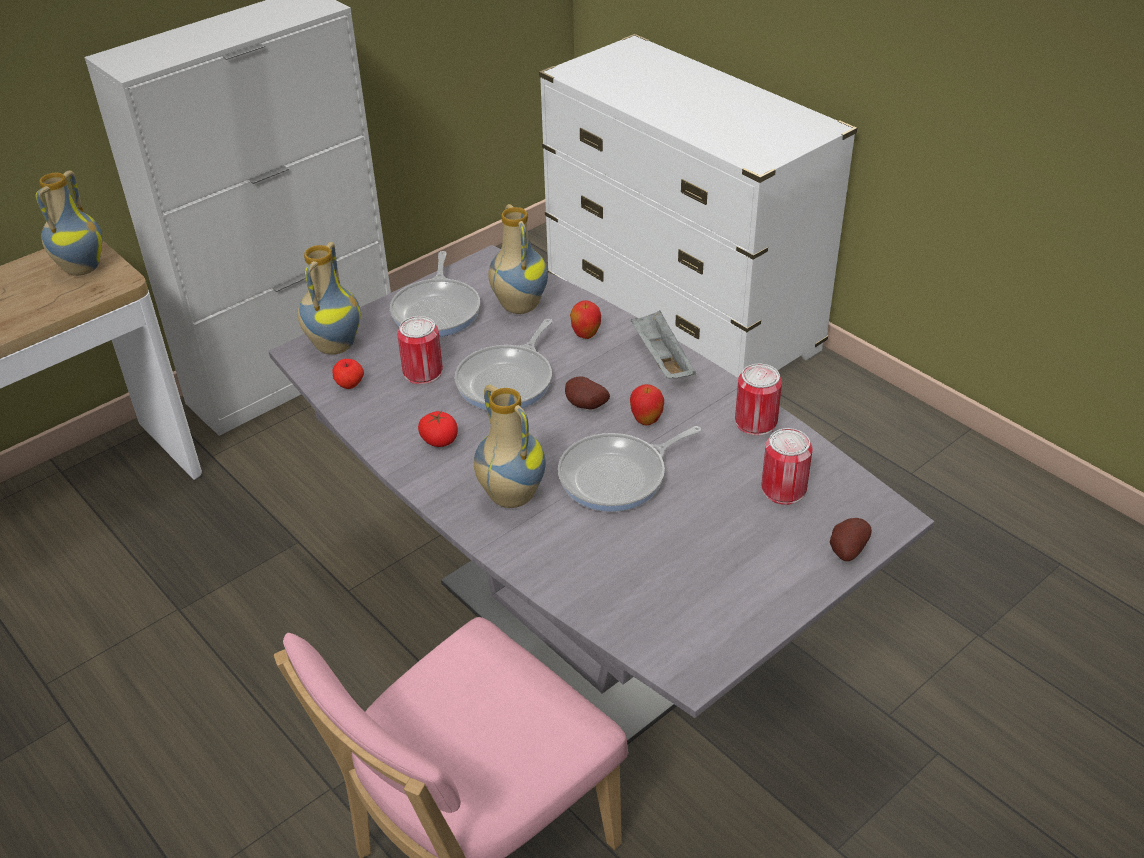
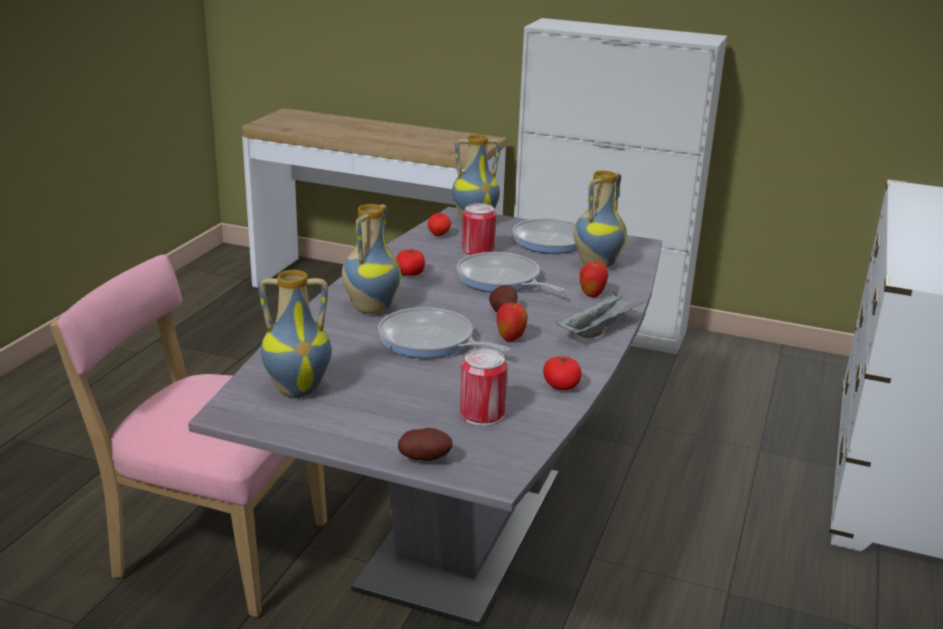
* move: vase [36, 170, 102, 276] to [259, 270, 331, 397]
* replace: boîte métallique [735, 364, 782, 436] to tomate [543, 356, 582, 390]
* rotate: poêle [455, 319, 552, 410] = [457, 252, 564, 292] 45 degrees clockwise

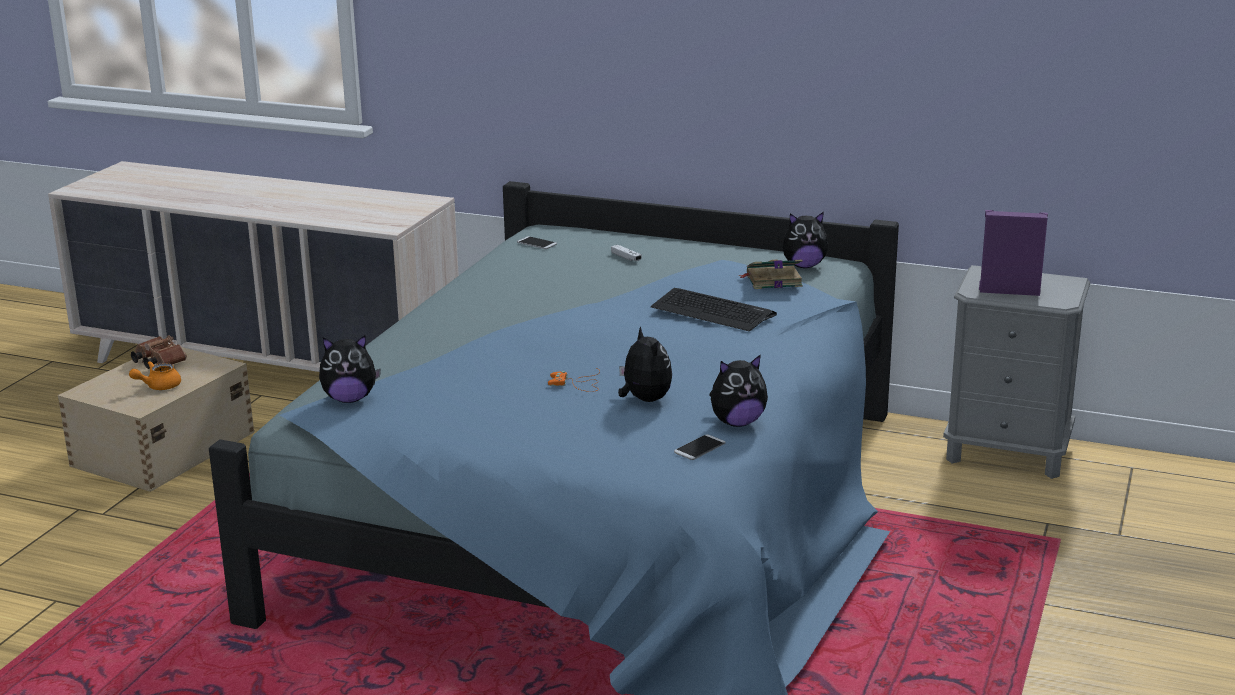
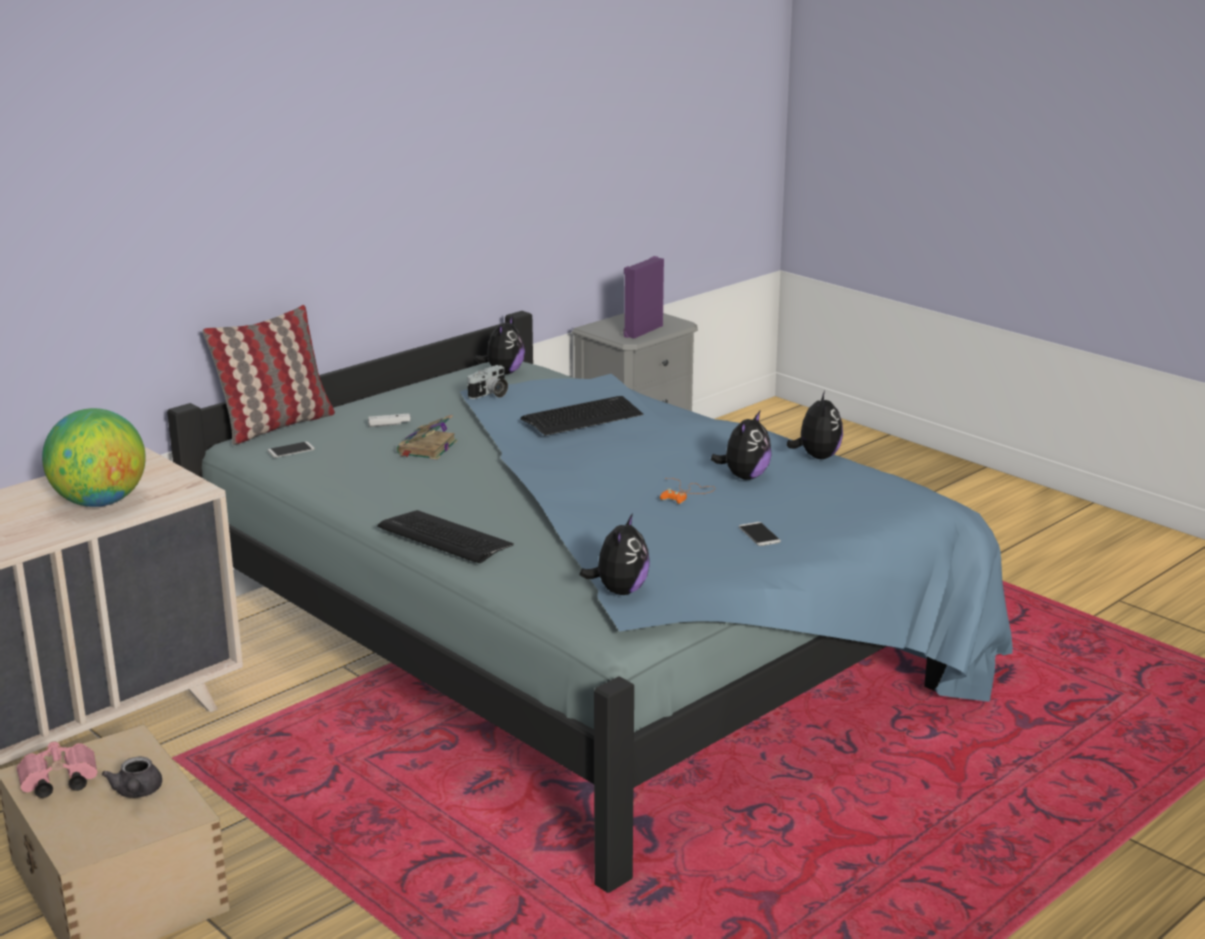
* insert: globe [42, 408, 146, 507]
* insert: coussin [203, 305, 335, 445]
* insert: clavier [377, 510, 514, 563]
* insert: appareil photo [467, 365, 508, 399]
* move: téléphone [674, 434, 725, 460] to [739, 522, 781, 546]
* move: livre [738, 259, 803, 289] to [397, 415, 457, 460]
* recolor: théière [orange] [129, 361, 181, 390] to théière [gris] [102, 757, 162, 798]
* recolor: jumelles [marron] [131, 335, 187, 369] to jumelles [rose] [17, 742, 98, 798]
* rotate: peluche [618, 326, 672, 402] = [711, 411, 772, 480] 120 degrees clockwise

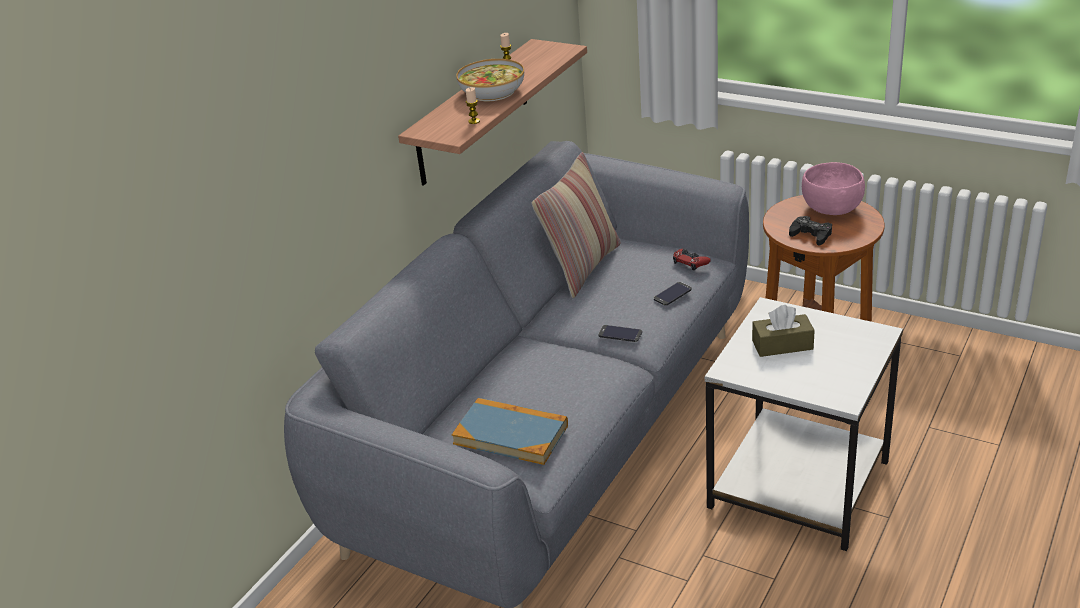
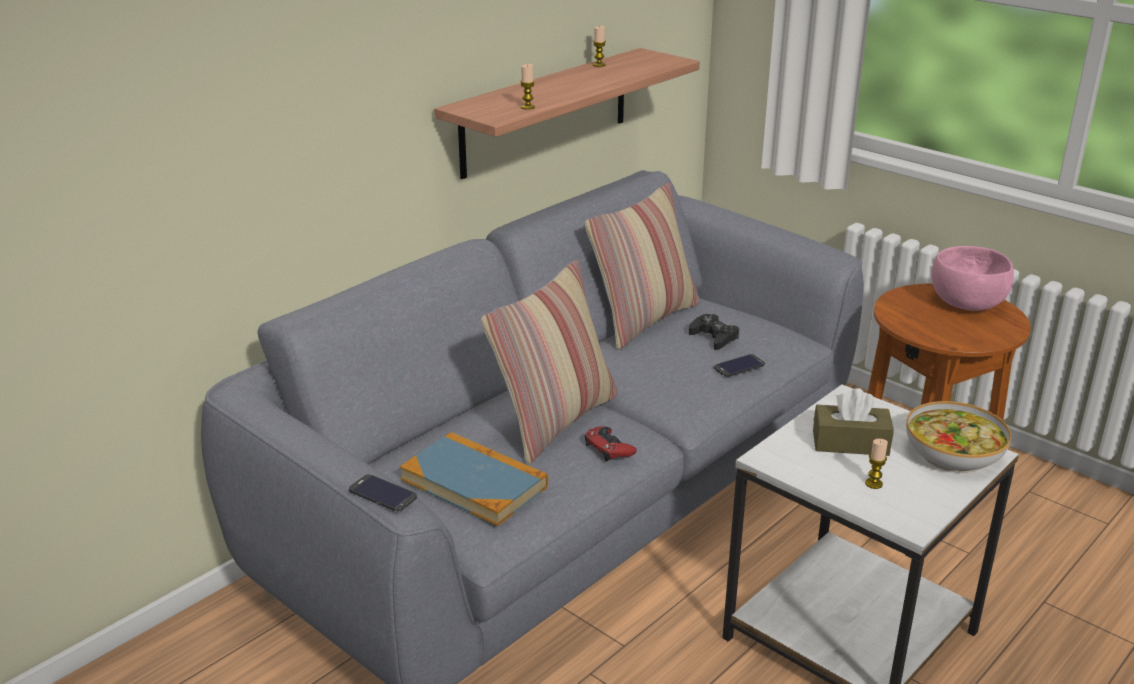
* insert: coussin [481, 259, 618, 464]
* insert: bougie [865, 439, 888, 489]
* move: bol [456, 59, 524, 101] to [906, 401, 1011, 473]
* move: téléphone [598, 325, 642, 342] to [349, 474, 417, 512]
* move: manette [rouge] [673, 249, 711, 271] to [585, 426, 637, 461]
* move: manette [noir] [789, 216, 832, 245] to [689, 314, 739, 350]

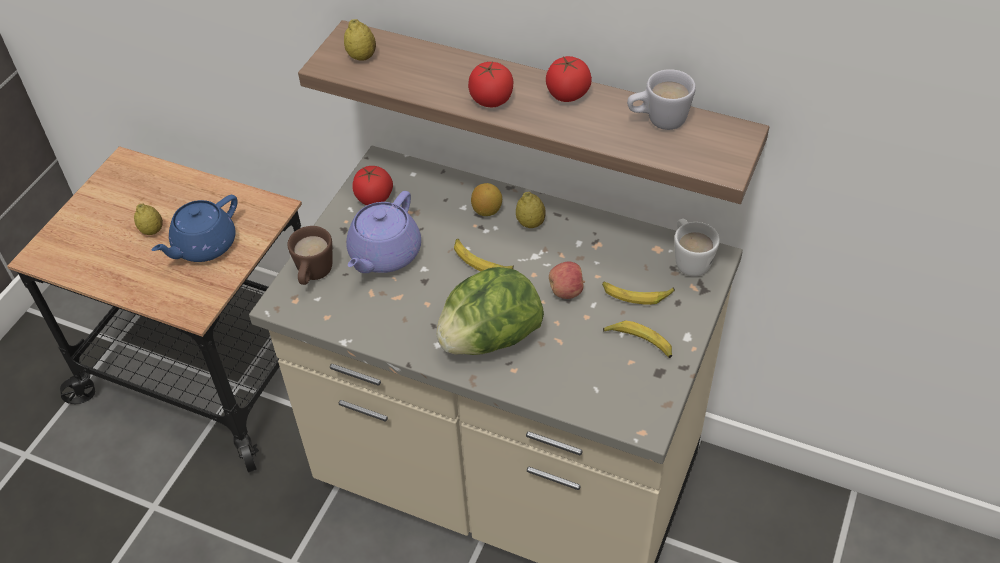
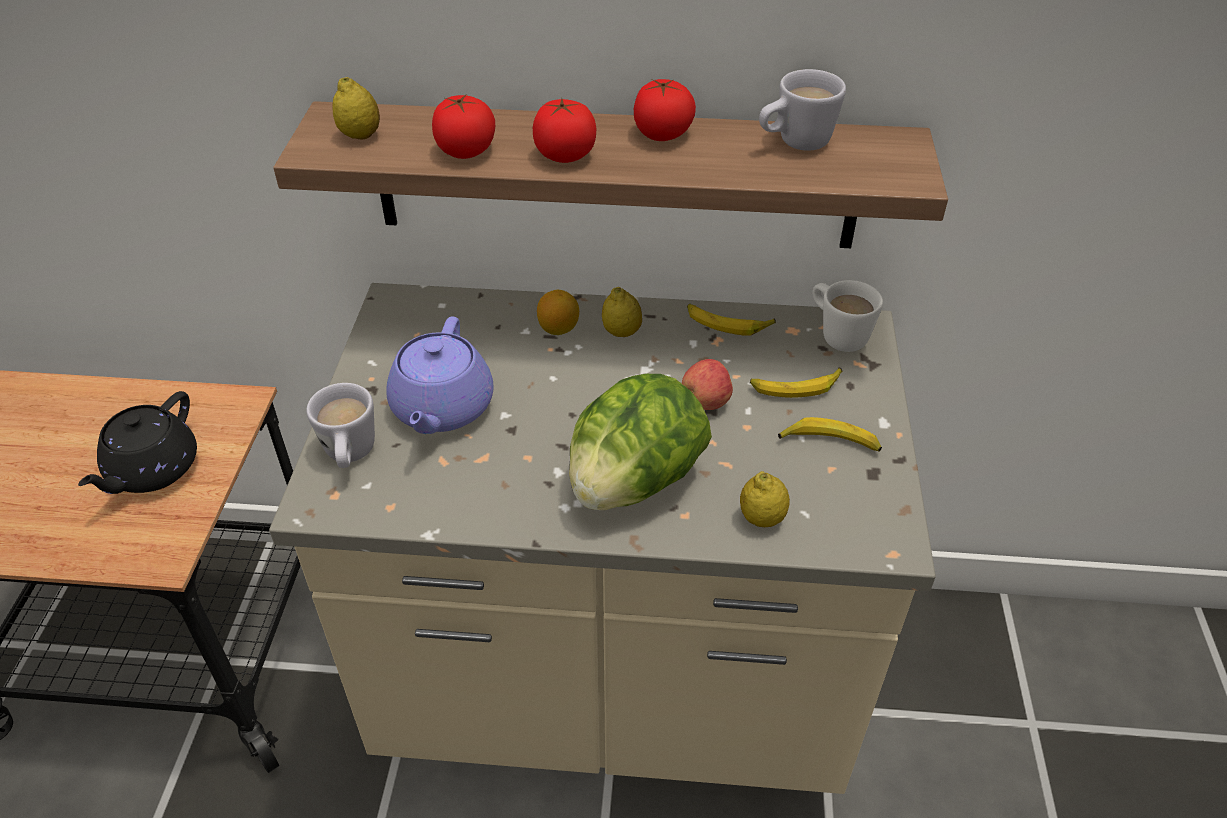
* move: citron [134, 203, 163, 235] to [740, 471, 790, 527]
* move: tomate [352, 166, 393, 205] to [432, 94, 495, 159]
* move: banane [454, 239, 514, 271] to [687, 304, 776, 335]
* recolor: théière [bleu] [152, 195, 237, 262] to théière [noir] [78, 391, 197, 494]
* recolor: mug [marron] [287, 226, 332, 285] to mug [blanc] [306, 383, 375, 468]

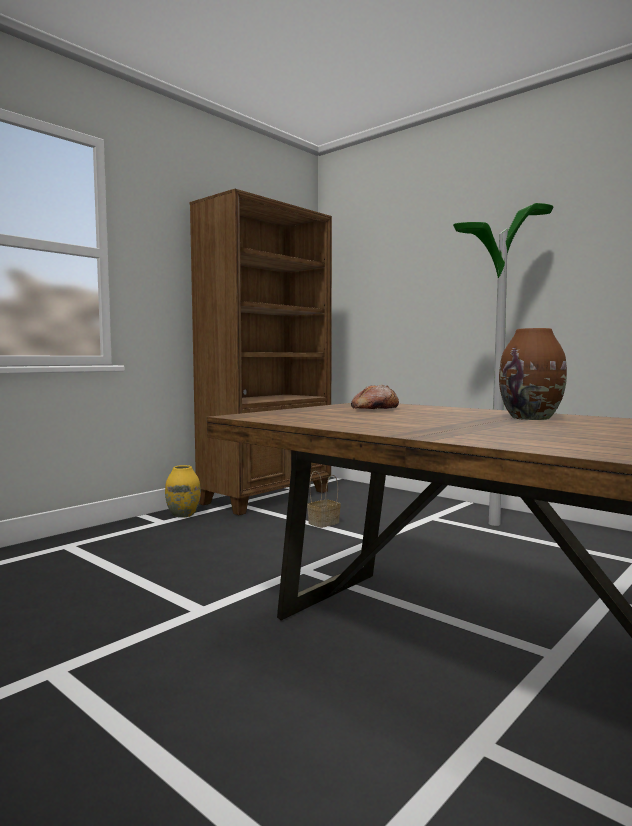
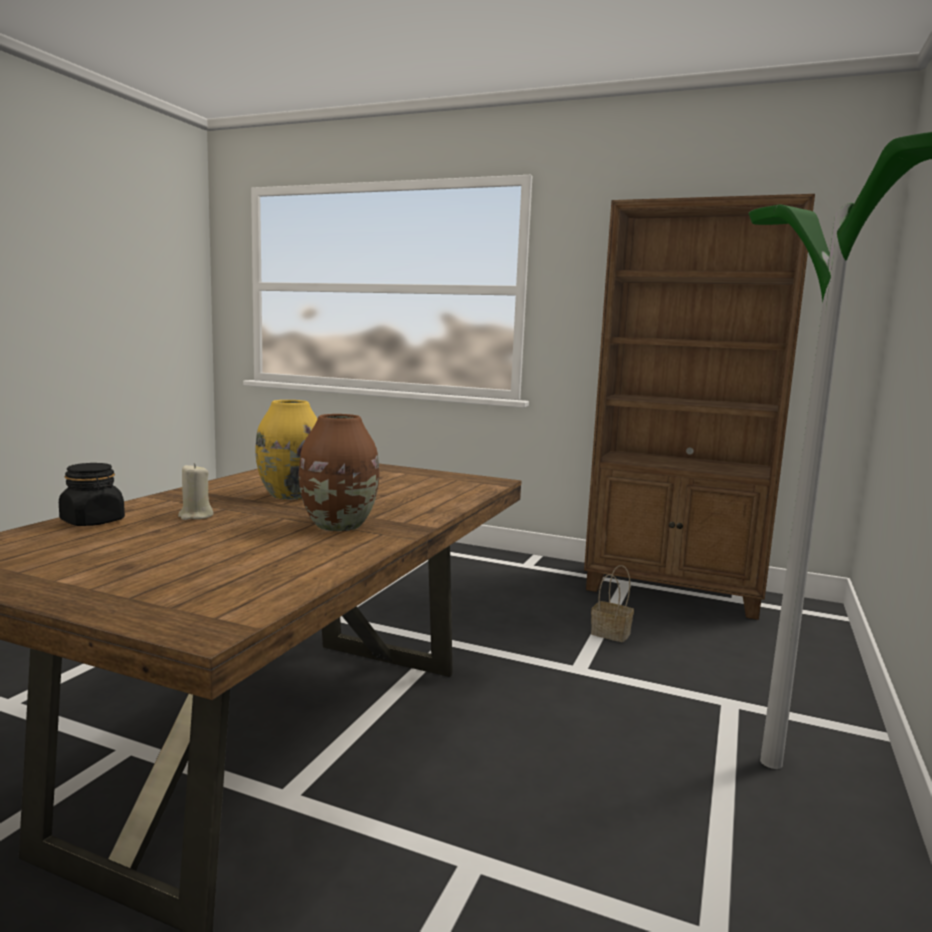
* delete: pain [351, 384, 399, 409]
* insert: bocal [noir] [59, 463, 125, 526]
* insert: bougie [beige] [178, 463, 213, 520]
* move: vase [jaune] [165, 465, 201, 518] to [256, 400, 317, 500]

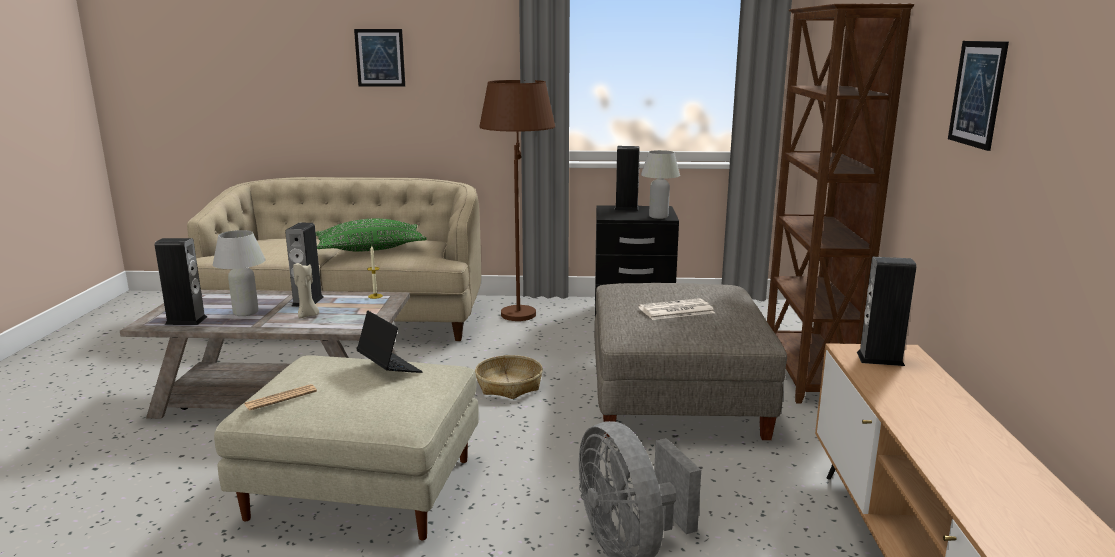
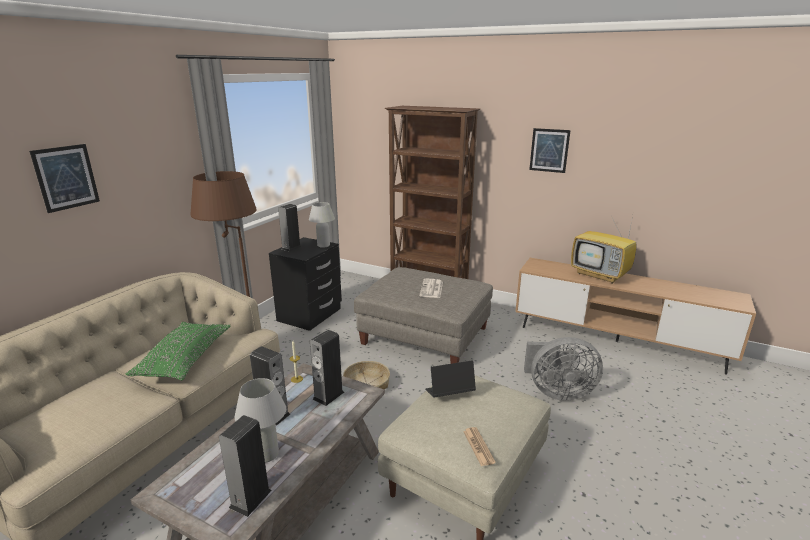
* delete: bougie [beige] [293, 263, 319, 318]
* insert: téléviseur [571, 216, 636, 284]
* move: enceinte [857, 257, 916, 366] to [310, 330, 344, 406]

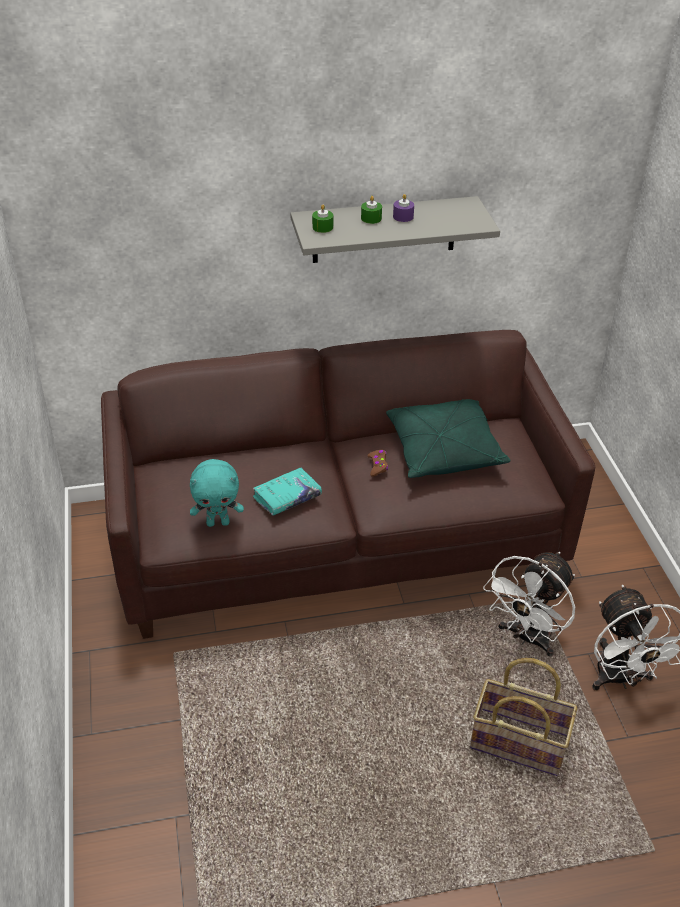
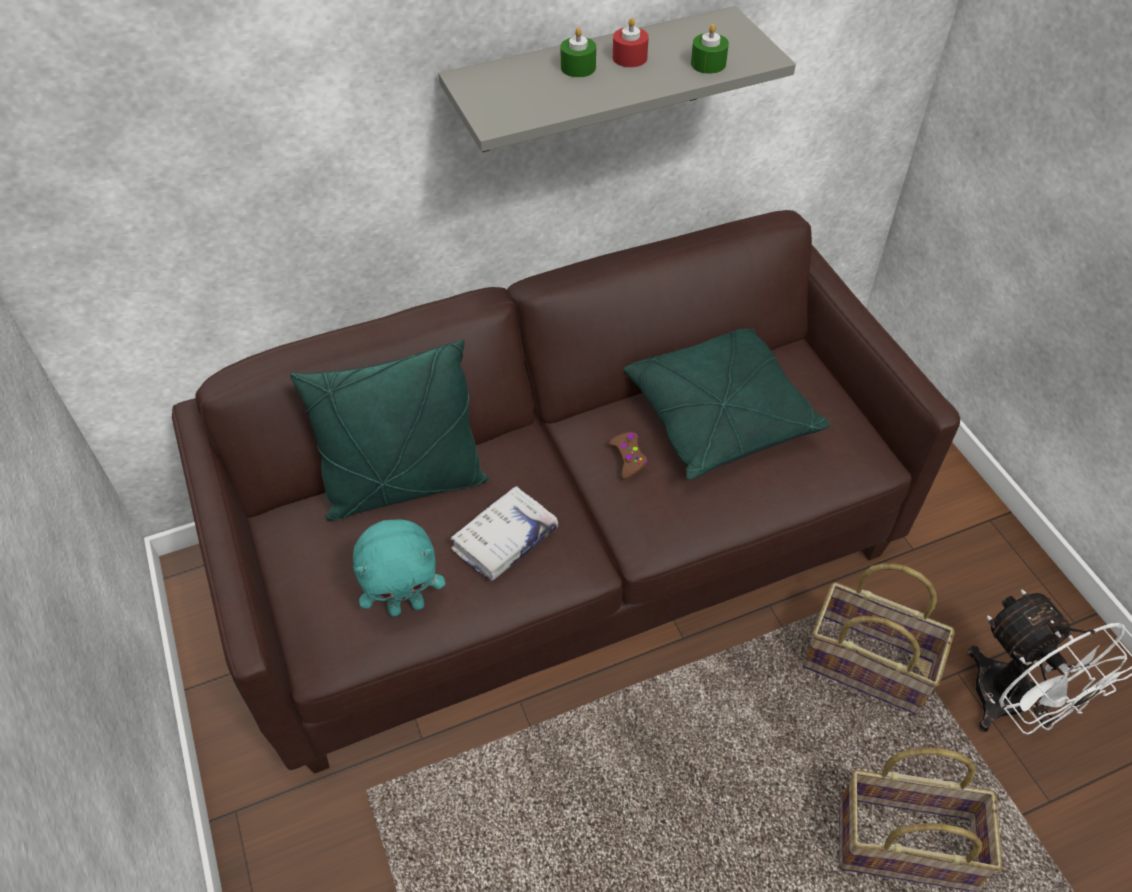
* insert: coussin [vert] [290, 339, 489, 521]
* move: bougie [vert] [312, 204, 333, 233] to [691, 24, 729, 74]
* replace: ventilateur [blanc] [483, 552, 575, 657] to panier [803, 563, 955, 715]
* recolor: livre [turquoise] [253, 467, 322, 516] to livre [blanc] [451, 486, 558, 581]
* recolor: bougie [violet] [393, 194, 414, 222] to bougie [rouge] [613, 18, 649, 67]

